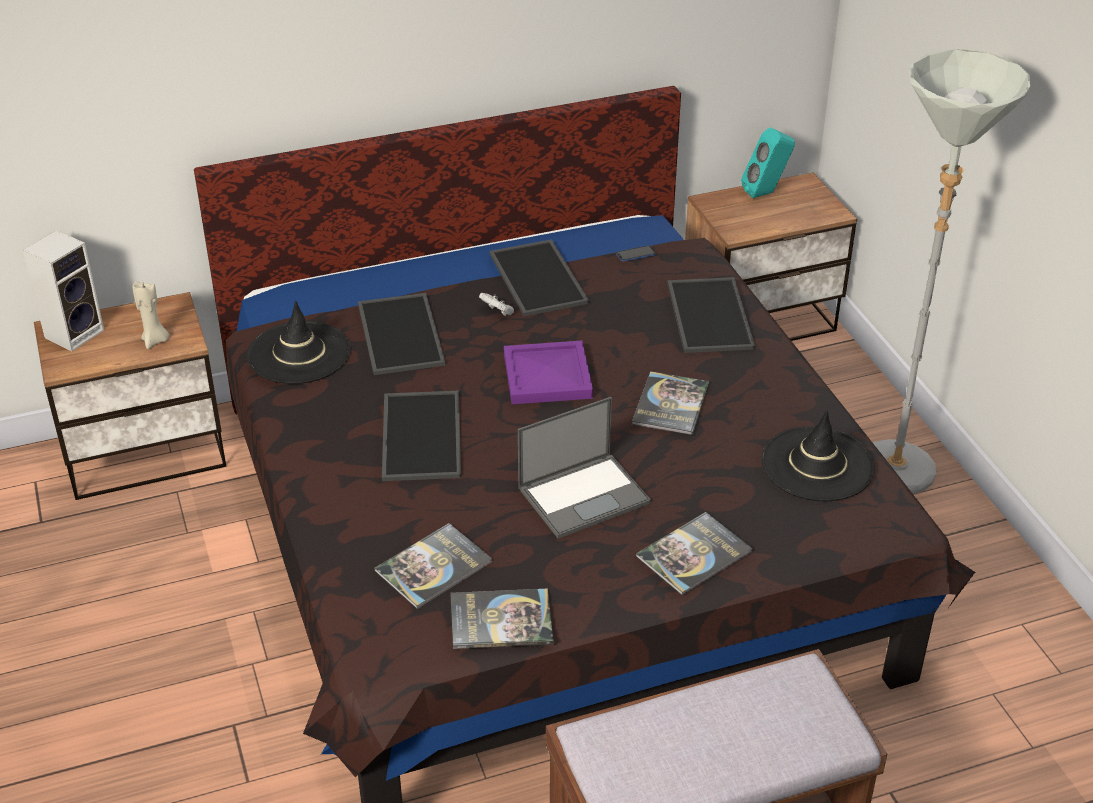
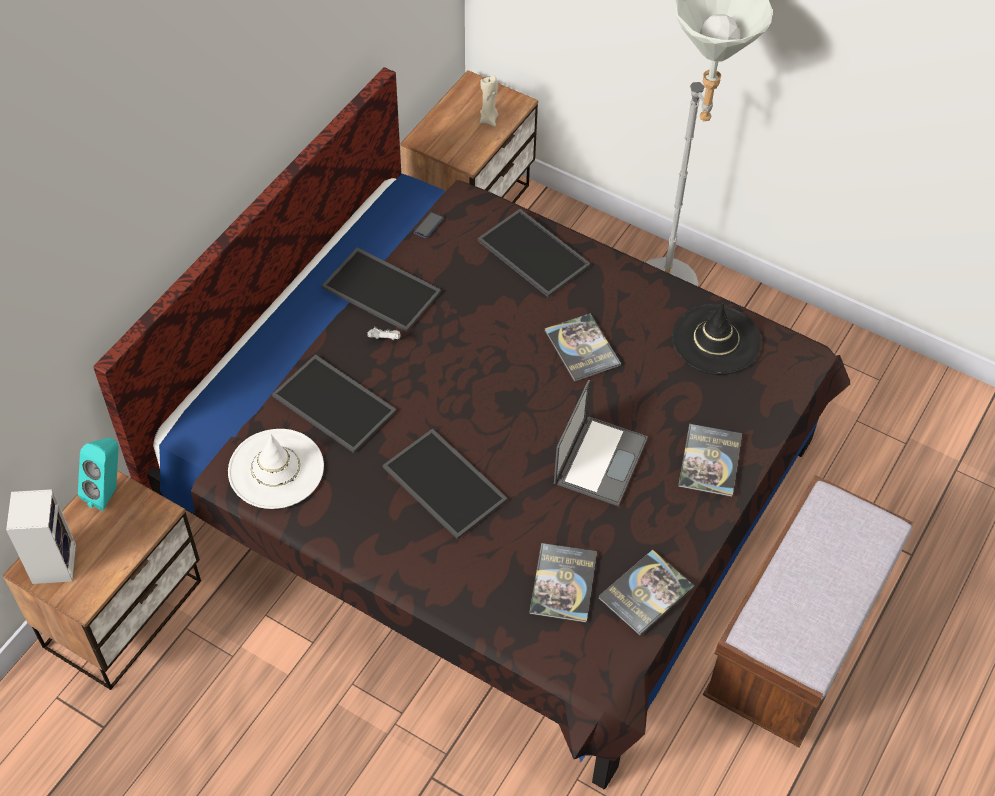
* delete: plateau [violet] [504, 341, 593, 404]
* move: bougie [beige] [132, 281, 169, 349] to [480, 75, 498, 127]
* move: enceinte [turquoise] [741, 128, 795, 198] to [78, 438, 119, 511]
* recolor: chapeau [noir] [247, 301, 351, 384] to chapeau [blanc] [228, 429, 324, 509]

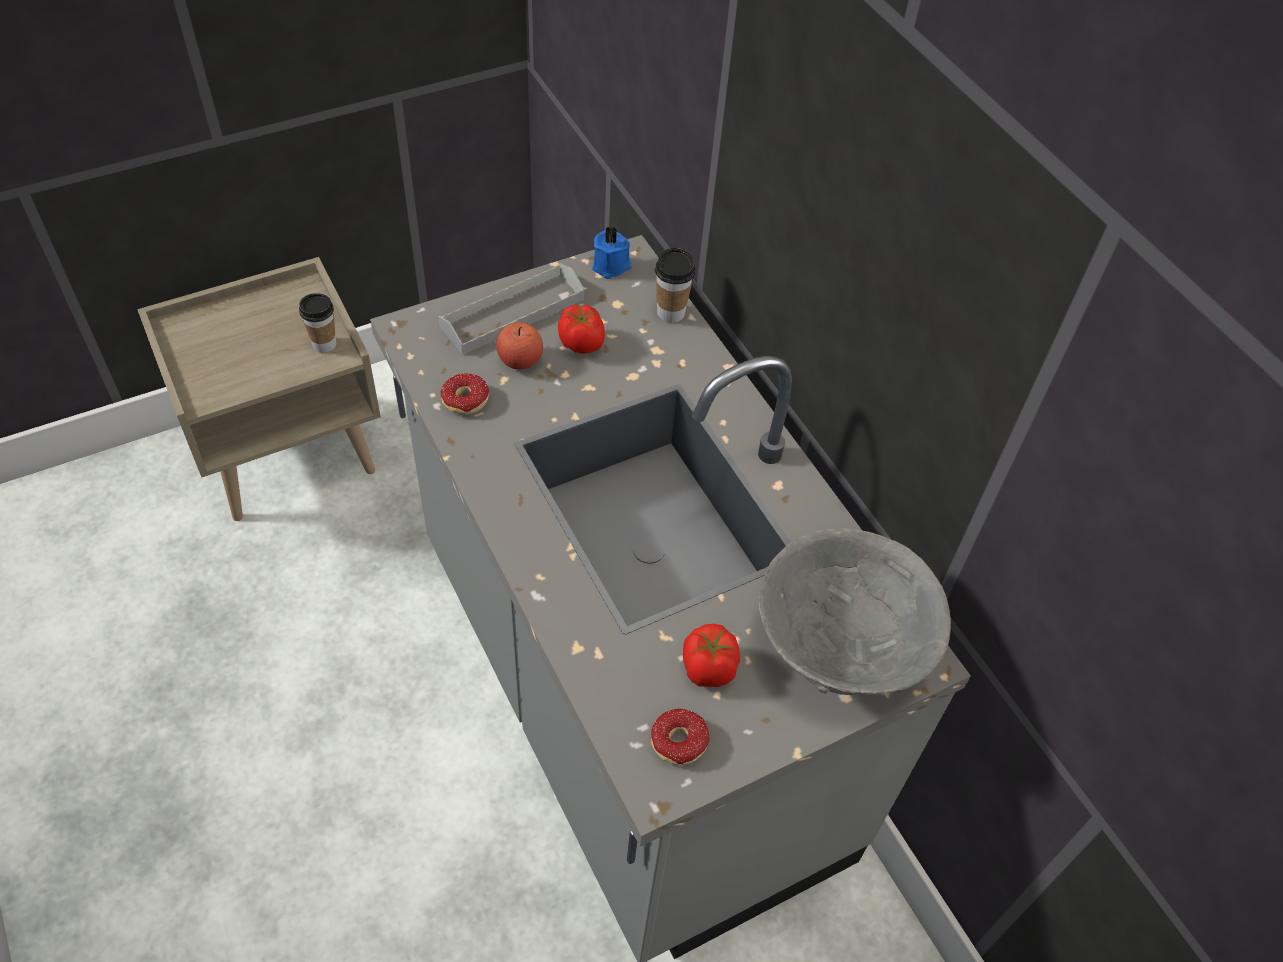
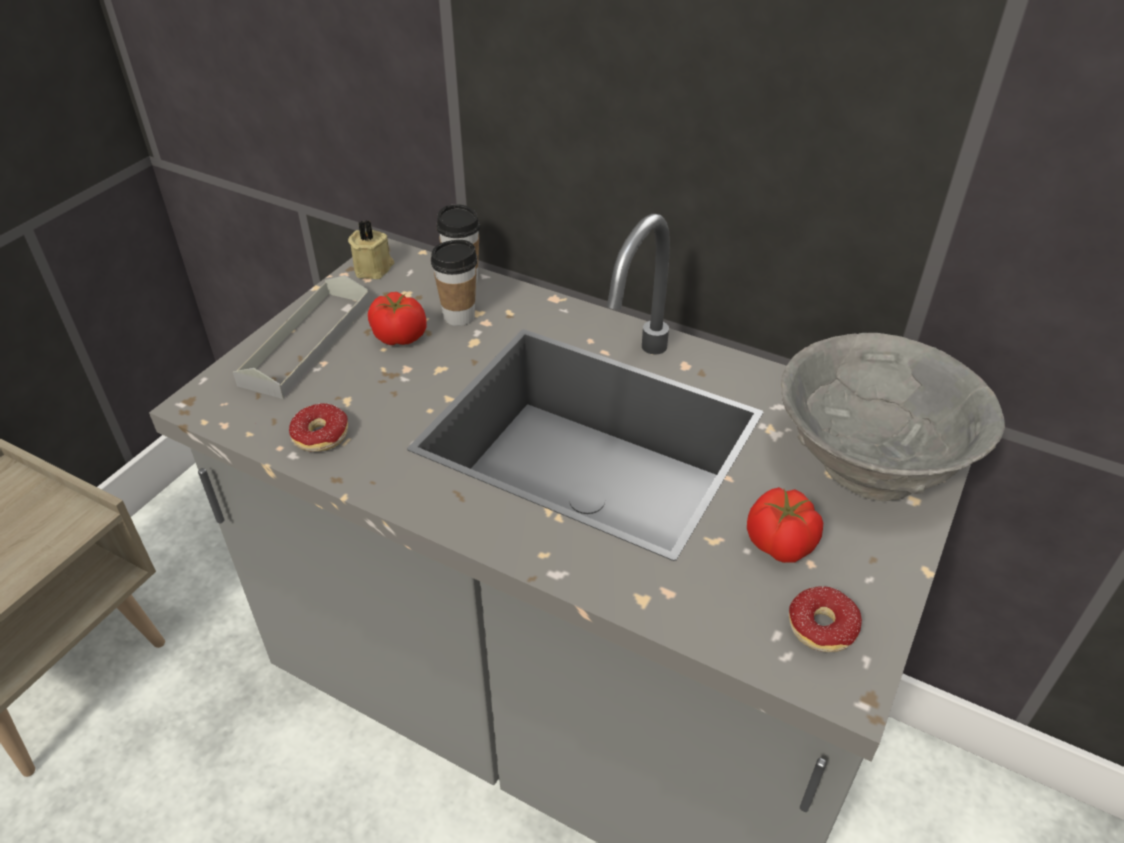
* delete: pomme [496, 322, 543, 370]
* move: tasse [299, 293, 336, 353] to [431, 240, 477, 326]
* recolor: bougie [bleu] [592, 226, 631, 279] to bougie [beige] [348, 220, 394, 279]

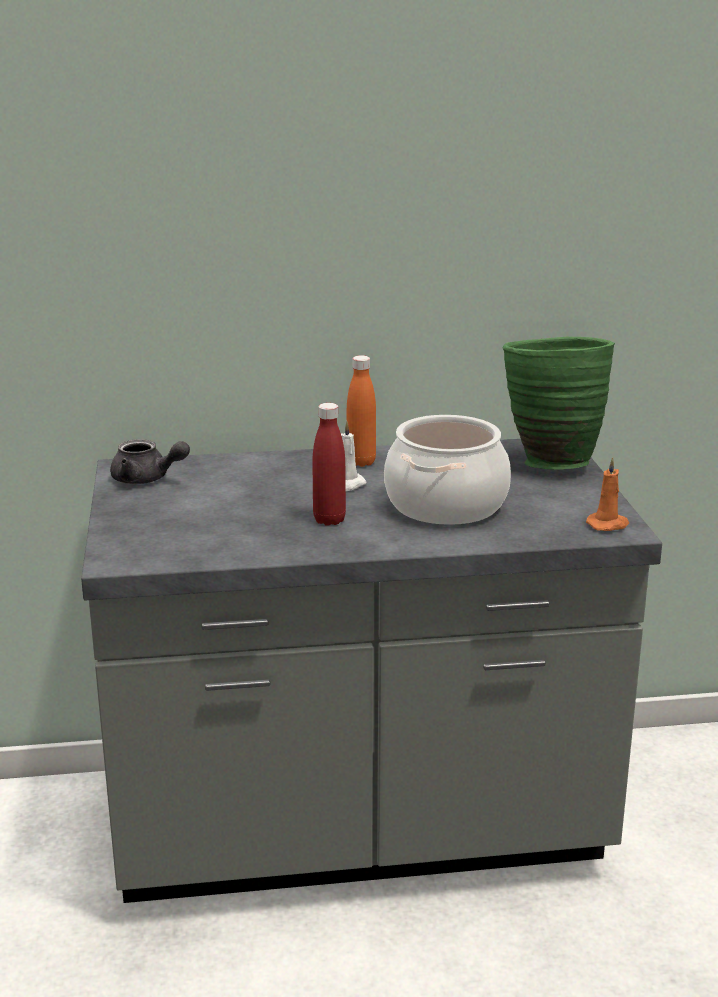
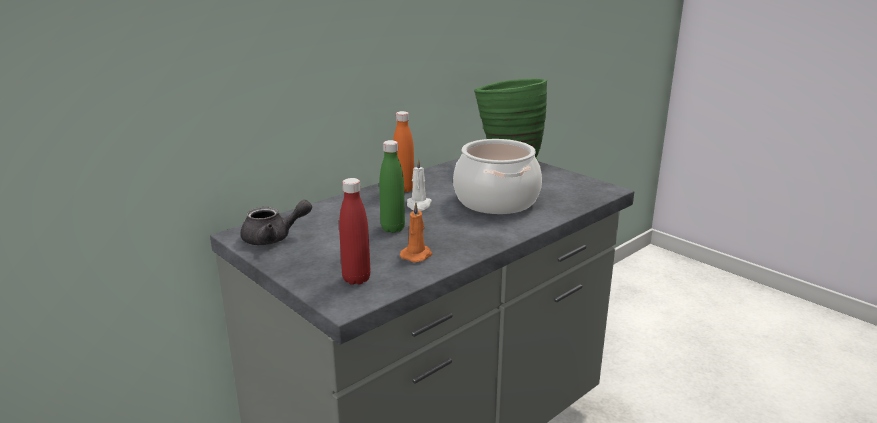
* insert: bouteille [vert] [379, 140, 405, 233]
* move: bouteille [rouge] [312, 403, 346, 526] to [339, 178, 371, 285]
* move: bougie [orange] [586, 457, 629, 531] to [400, 202, 433, 262]

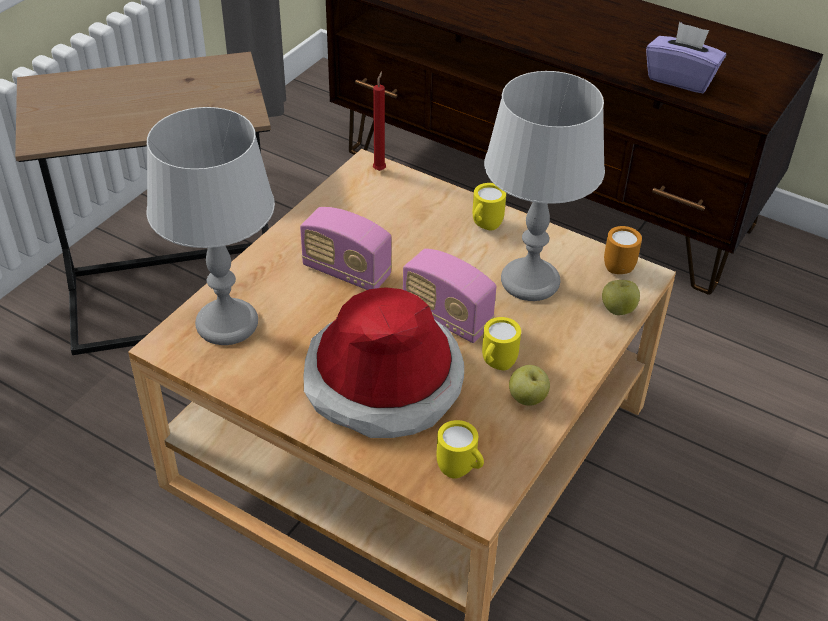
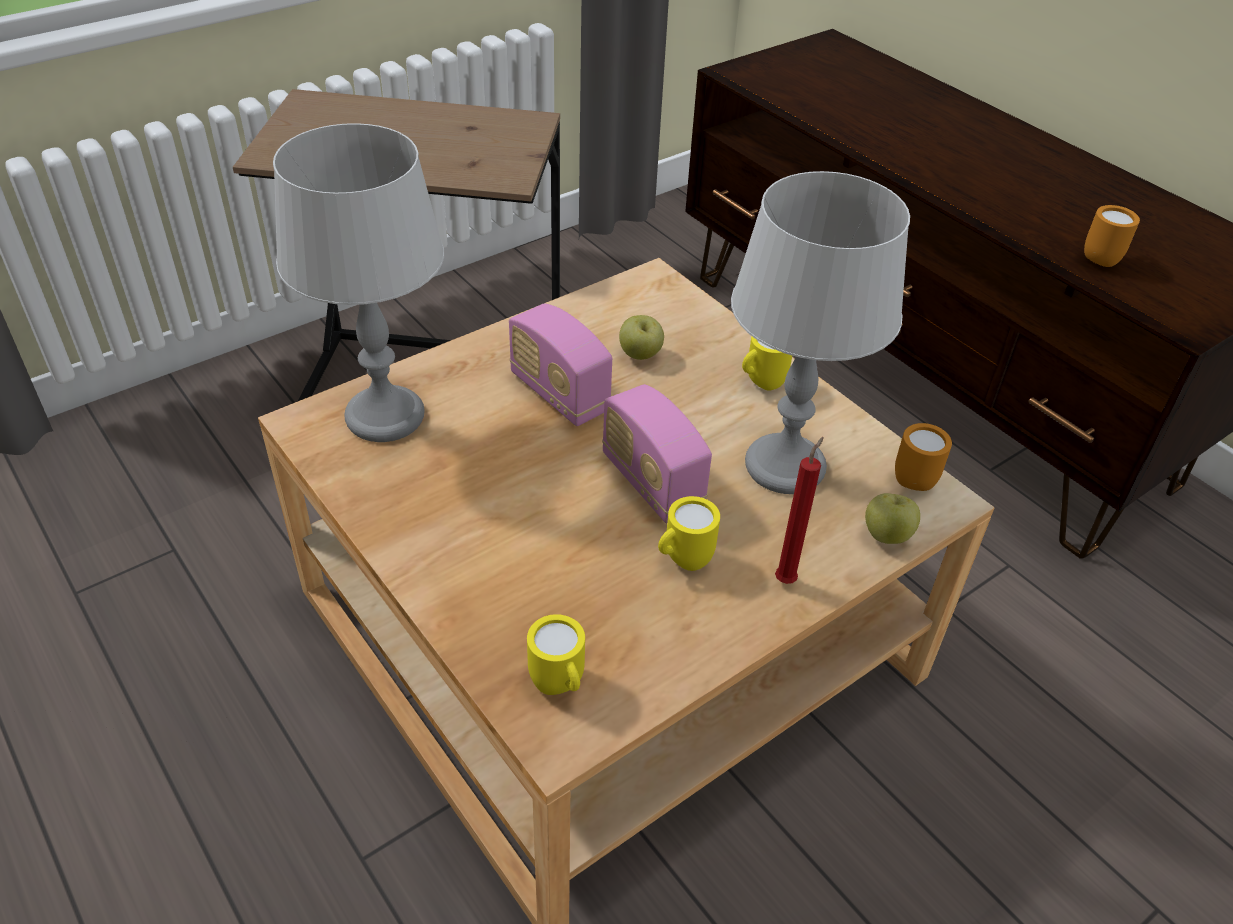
* delete: chapeau [304, 287, 464, 438]
* move: bougie [rouge] [373, 71, 386, 171] to [775, 437, 824, 584]
* move: pomme [509, 365, 550, 406] to [619, 315, 664, 360]
* replace: boîte à mouchoirs [violet] [646, 22, 726, 93] to mug [orange] [1084, 205, 1140, 267]

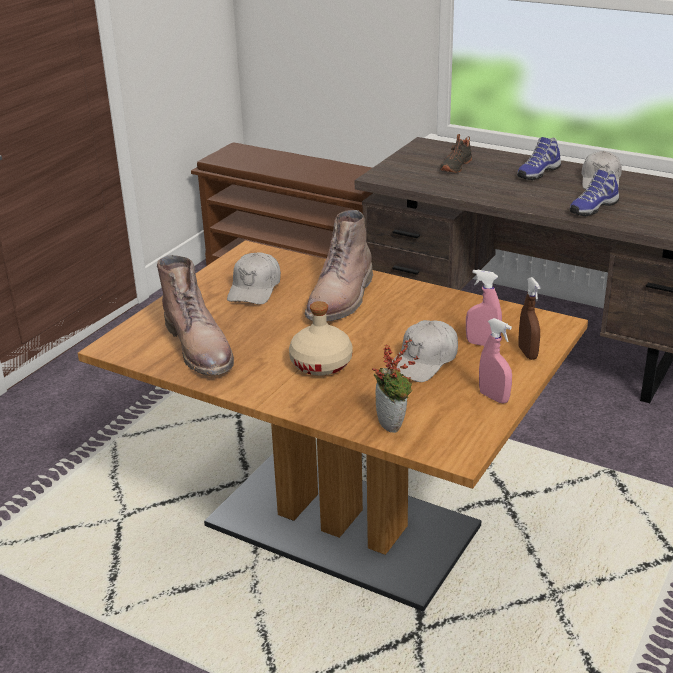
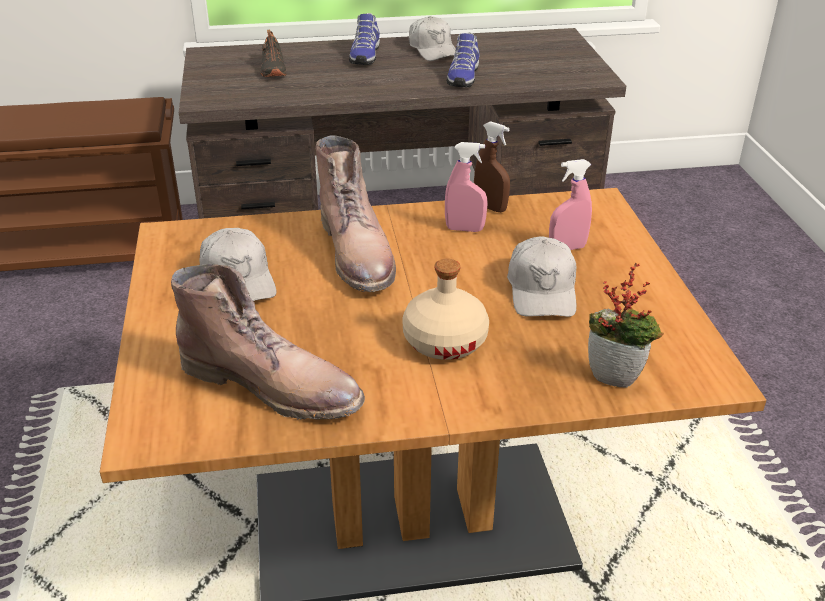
* move: vaporisateur [rose] [479, 318, 512, 404] to [445, 142, 487, 232]
* move: vaporisateur [marron] [518, 277, 541, 360] to [474, 121, 510, 212]

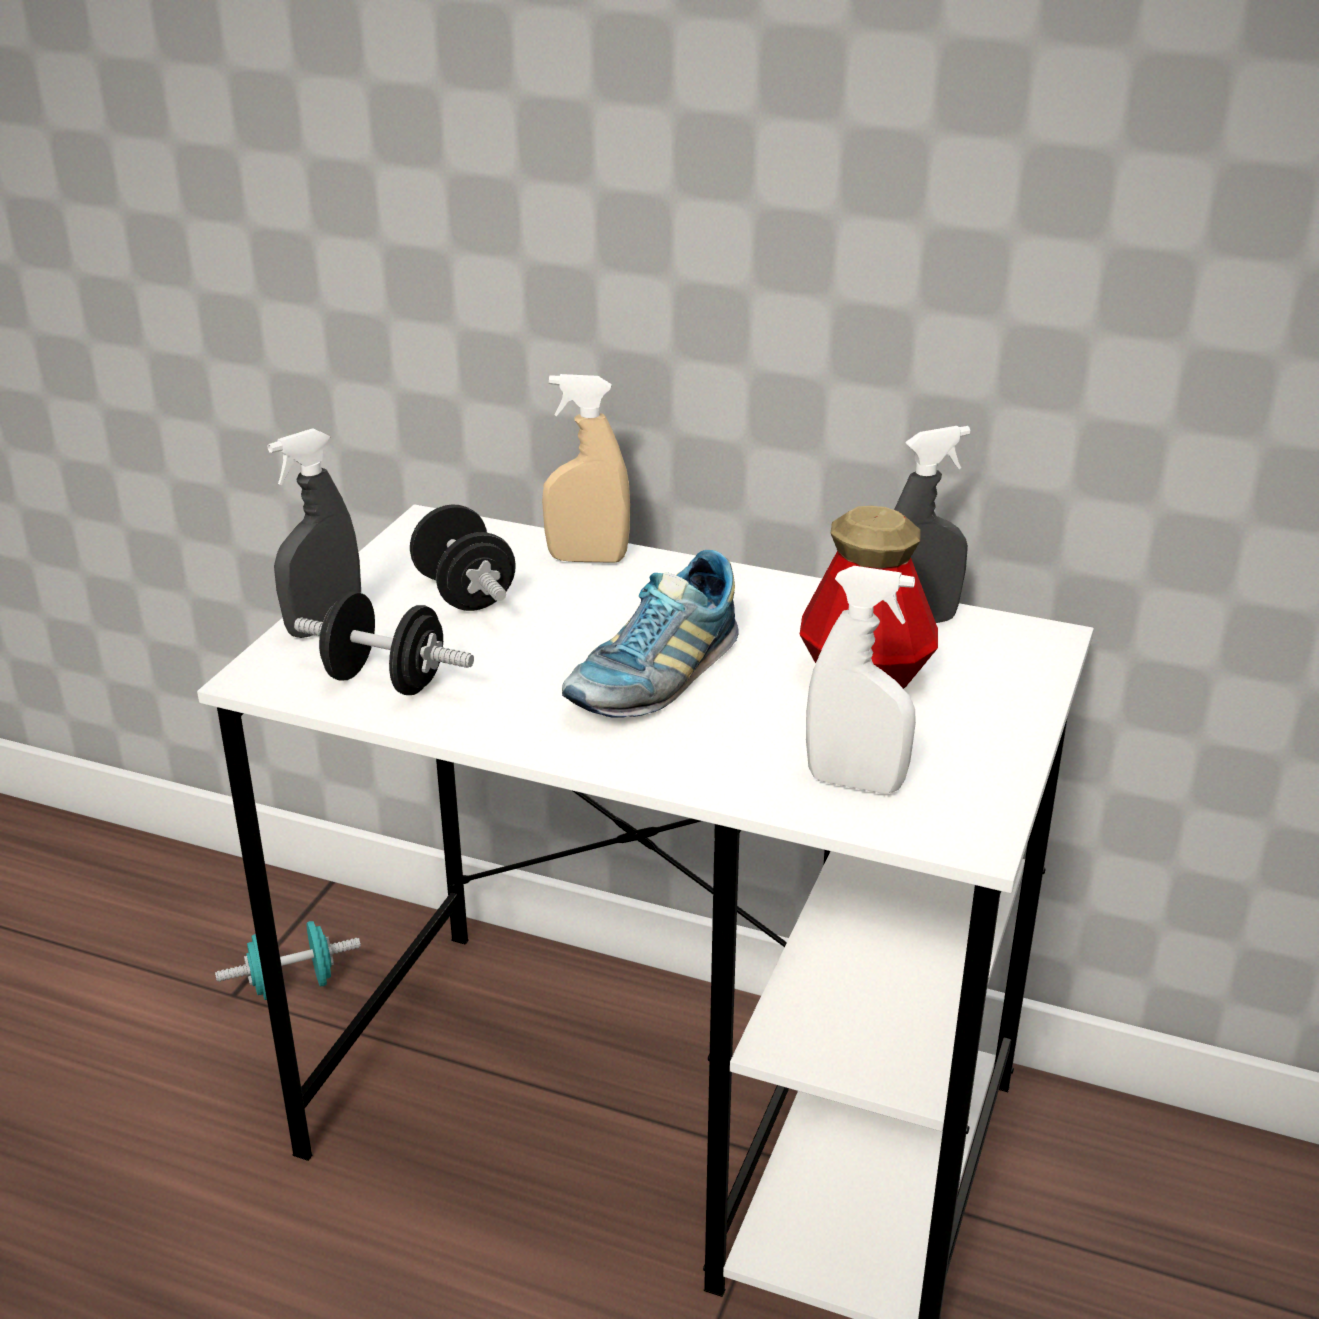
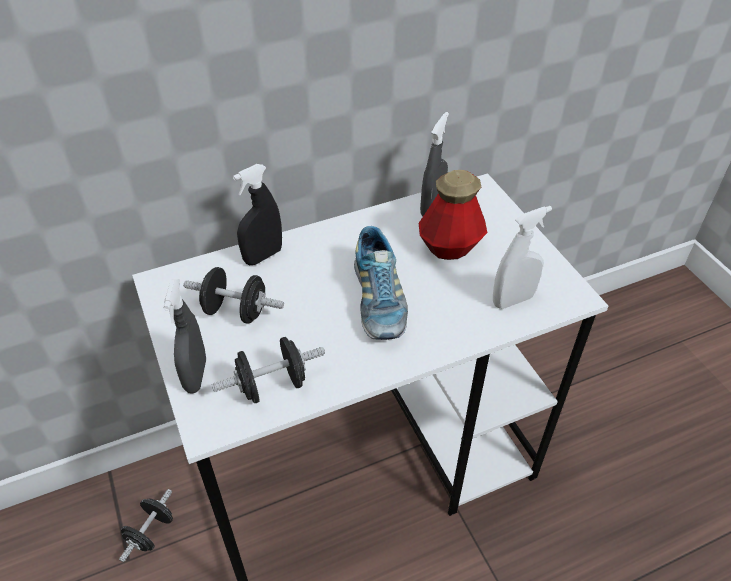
* recolor: haltère [turquoise] [215, 921, 361, 1000] to haltère [noir] [119, 489, 173, 562]
* recolor: vaporisateur [beige] [542, 374, 630, 563] to vaporisateur [noir] [233, 164, 282, 265]

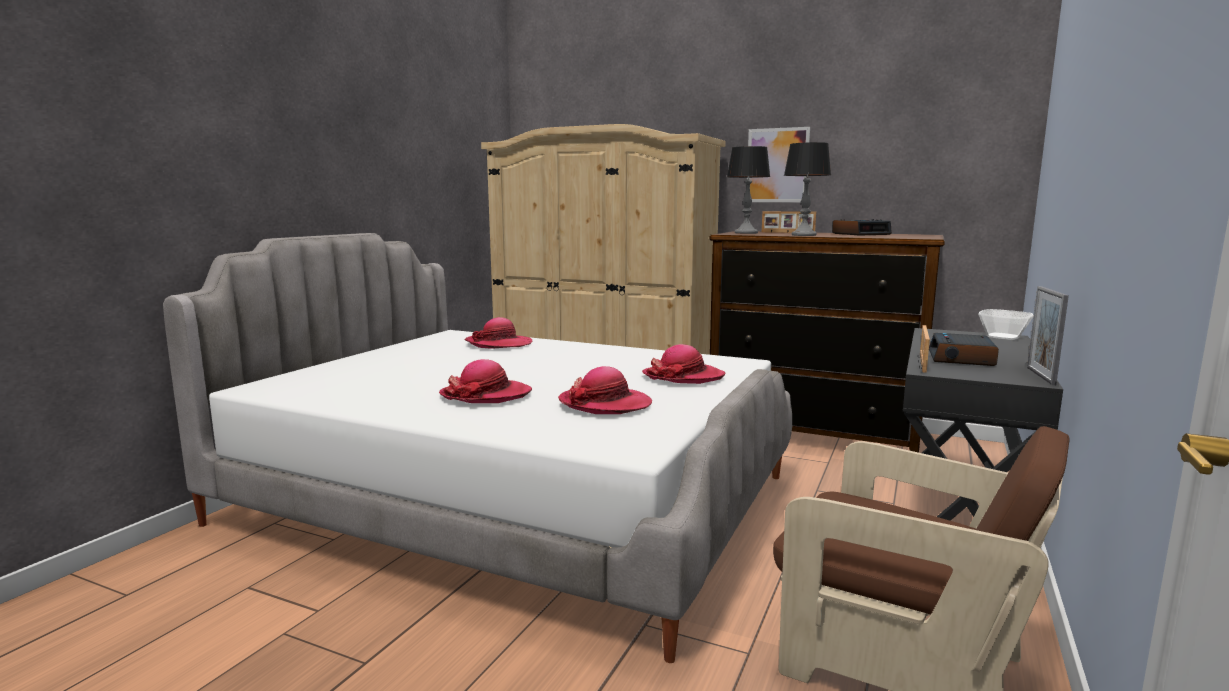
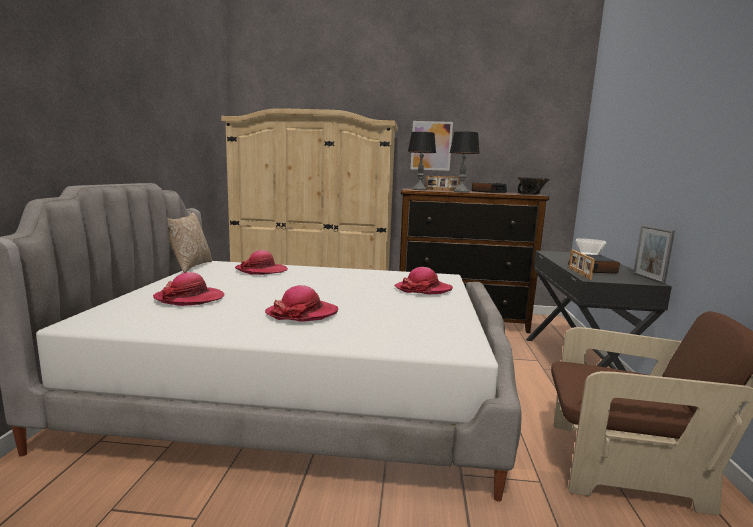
* insert: coussin [167, 212, 212, 273]
* insert: bol [noir] [518, 177, 550, 195]
* move: chapeau [558, 366, 652, 414] to [153, 272, 225, 306]

